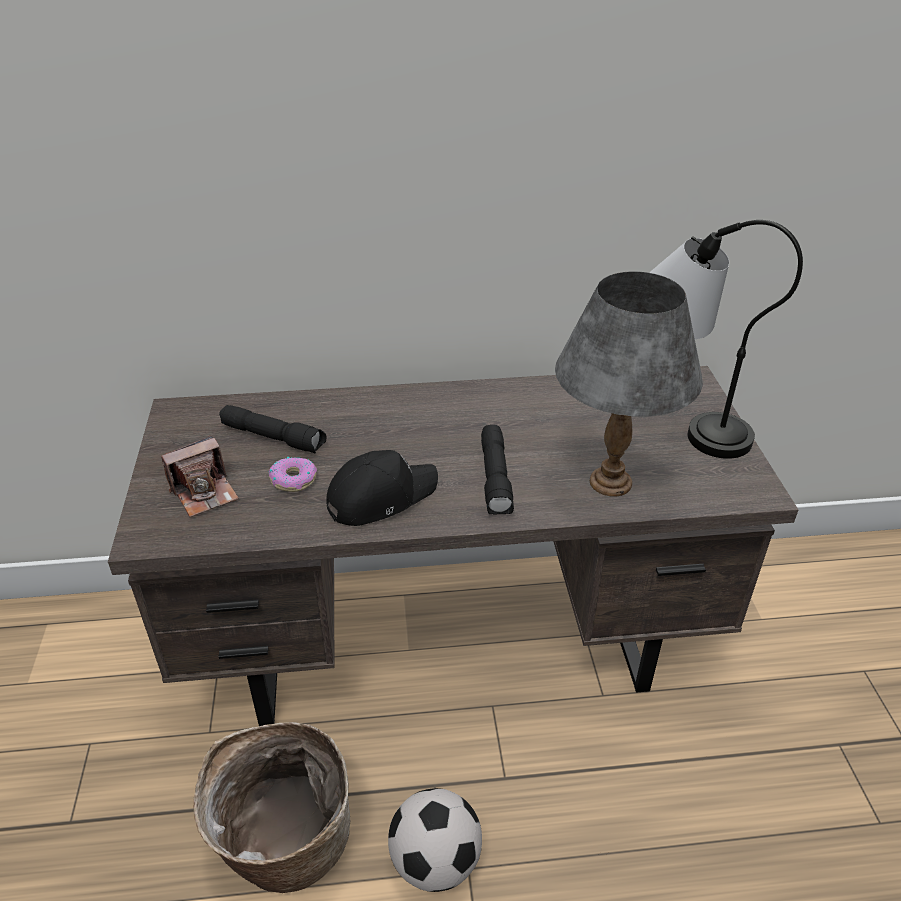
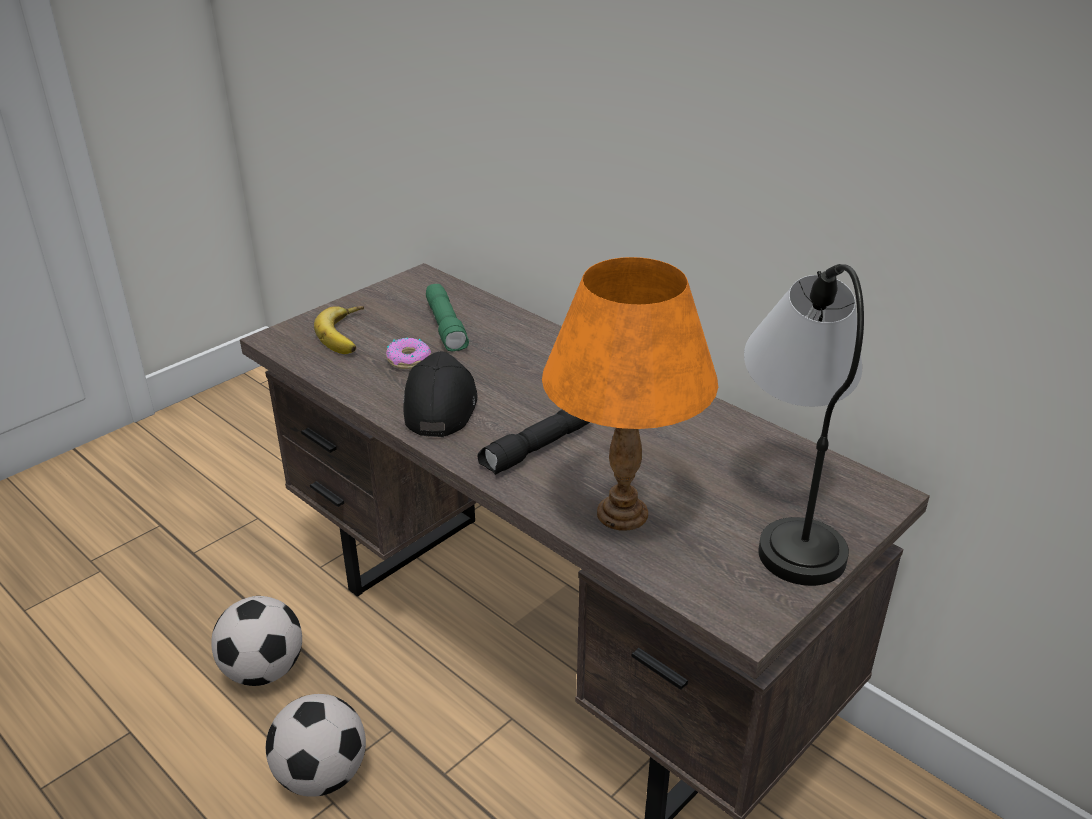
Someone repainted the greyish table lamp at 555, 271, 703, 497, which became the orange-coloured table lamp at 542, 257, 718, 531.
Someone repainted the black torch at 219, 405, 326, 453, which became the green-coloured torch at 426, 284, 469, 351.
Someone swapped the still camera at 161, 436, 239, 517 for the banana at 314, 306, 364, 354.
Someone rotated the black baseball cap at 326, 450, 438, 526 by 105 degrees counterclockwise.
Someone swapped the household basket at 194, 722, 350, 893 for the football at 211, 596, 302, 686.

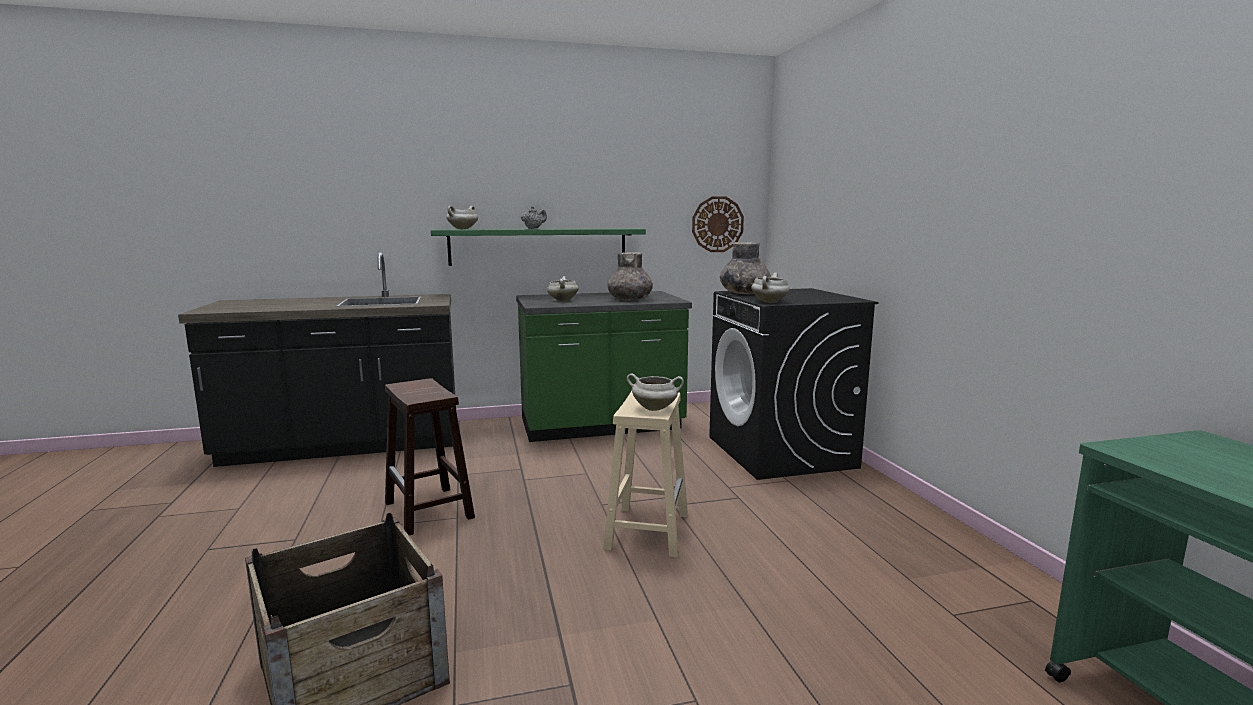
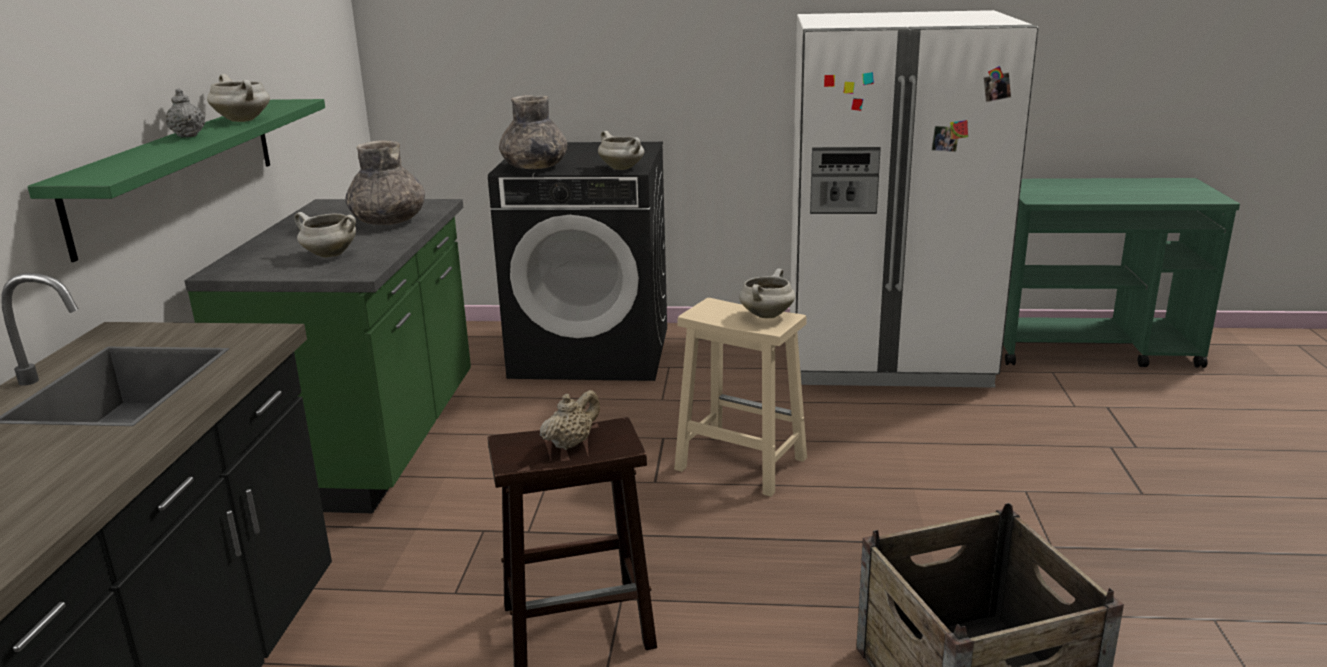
Someone took away the wall clock at 692, 196, 744, 252.
Someone carried the whitish saucepot from 446, 206, 478, 229 to 207, 74, 270, 122.
Someone put down the whitish kitchen fridge at 790, 10, 1039, 388.
Someone put down the beige tea pot at 540, 390, 600, 450.

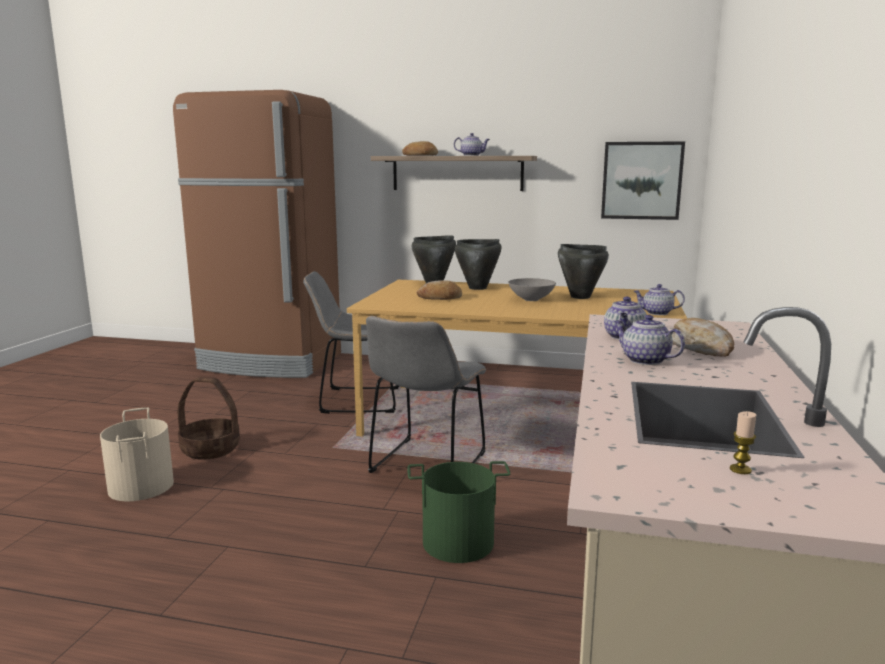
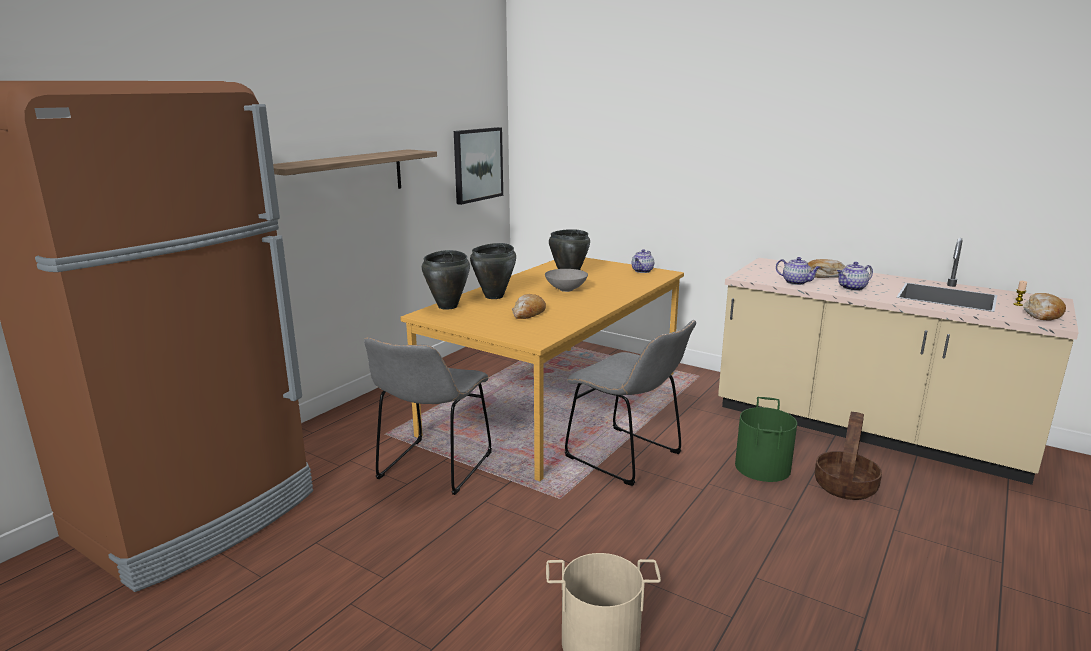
Someone took away the tea pot at 454, 133, 490, 156.
Someone carried the bread from 402, 141, 438, 156 to 1023, 293, 1066, 320.
Someone carried the household basket from 177, 377, 240, 460 to 815, 412, 882, 500.

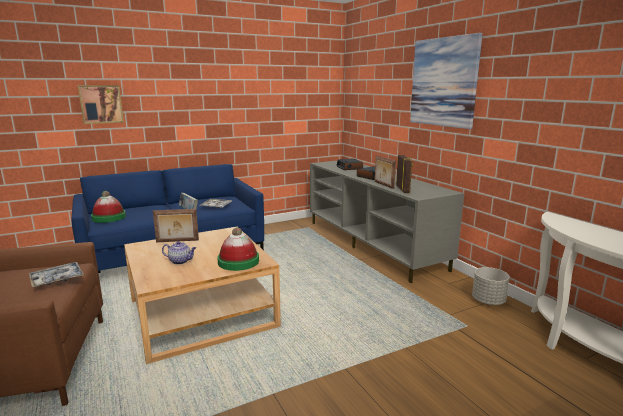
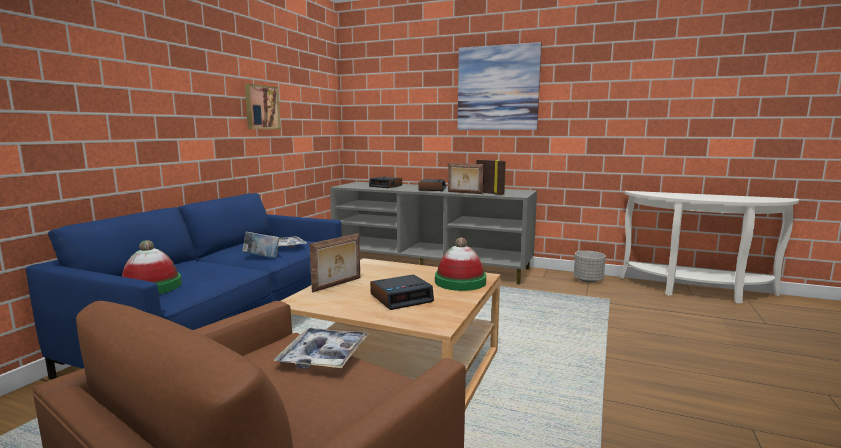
Someone carried the wall art from 78, 85, 124, 124 to 245, 84, 281, 129.
Someone swapped the tea pot at 162, 241, 196, 265 for the bedside clock at 370, 275, 434, 310.

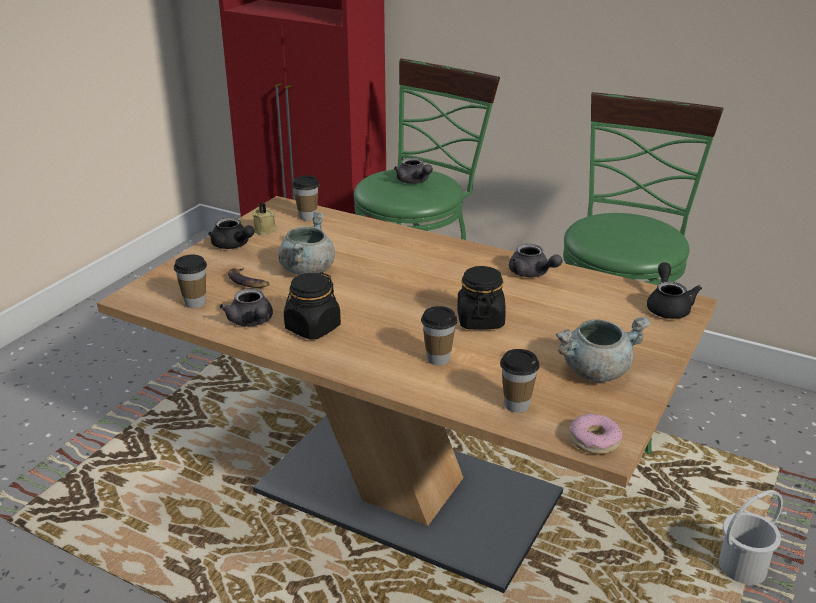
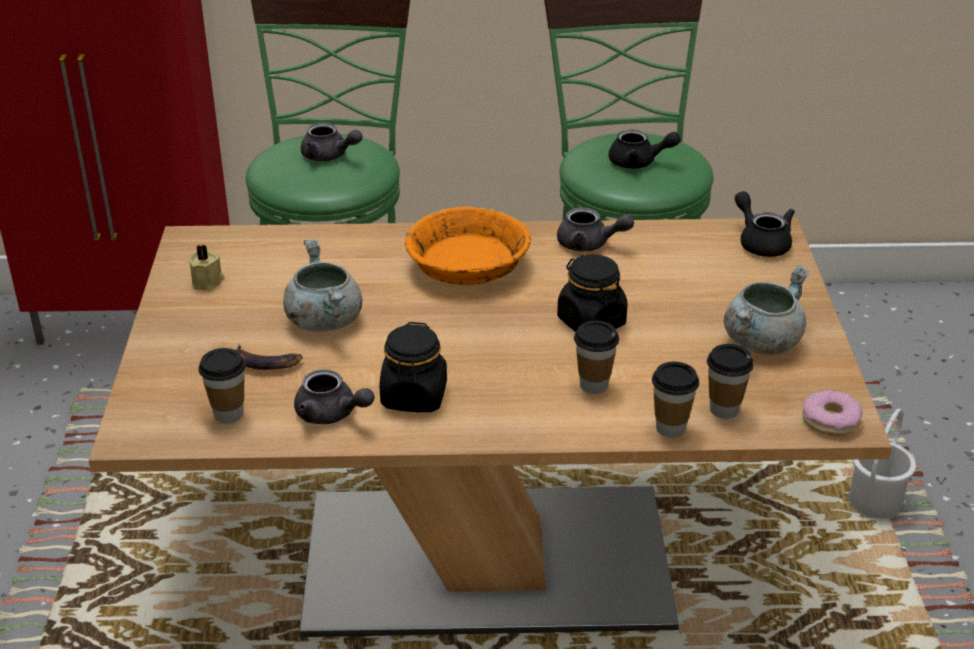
Someone carried the drinking cup from 292, 176, 319, 221 to 652, 362, 699, 438.
Someone carried the black tea pot from 208, 218, 255, 249 to 609, 130, 681, 169.
Someone put down the orange-coloured deep dish at 405, 207, 531, 285.

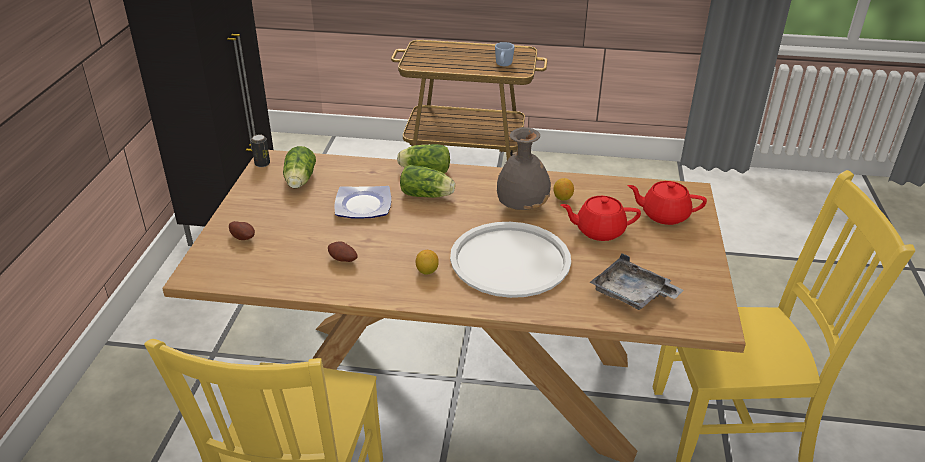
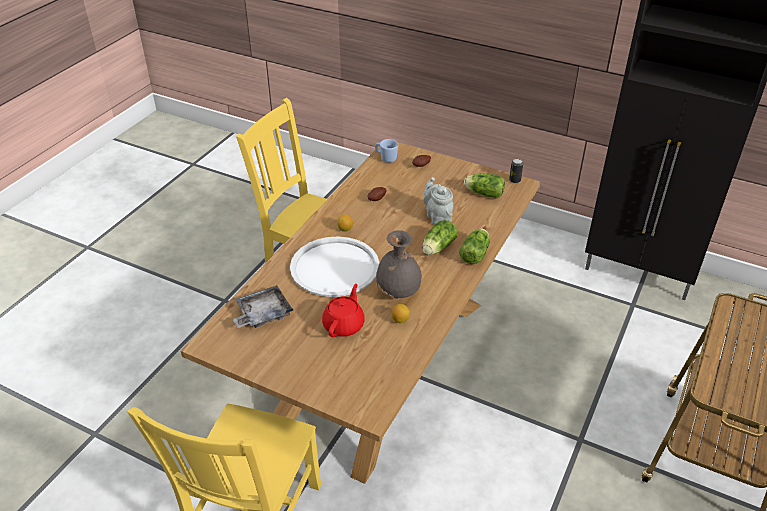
Someone carried the blue-coloured coffee mug from 495, 42, 515, 66 to 375, 139, 398, 163.
Someone took away the red-coloured tea pot at 627, 181, 707, 225.
Someone swapped the flat dish at 334, 186, 391, 218 for the greyish tea pot at 423, 177, 453, 225.

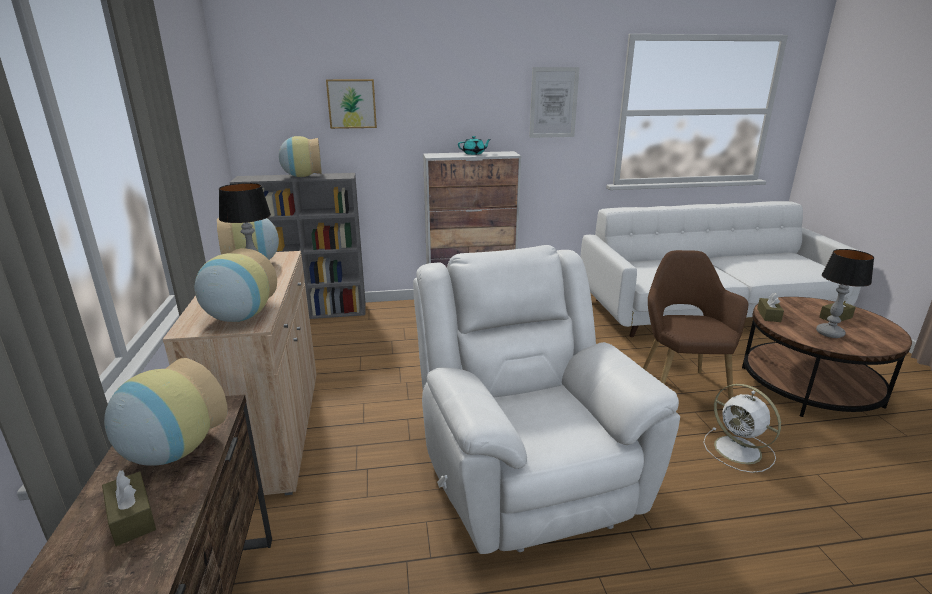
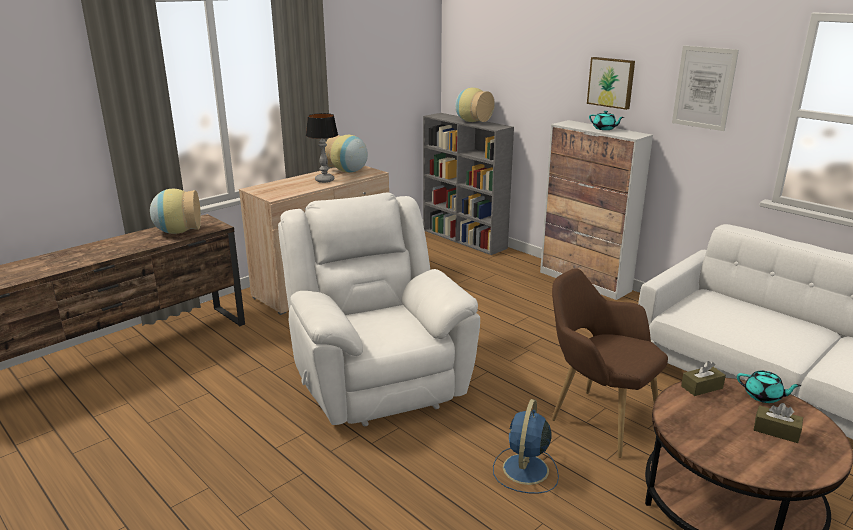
Someone carried the wall art from 326, 79, 377, 129 to 587, 57, 635, 110.
Someone rotated the whitish lounge chair at 413, 245, 680, 554 by 60 degrees counterclockwise.
Someone took away the vase at 195, 248, 277, 322.
Someone took away the table lamp at 816, 249, 874, 338.
Someone rotated the brown-coloured lounge chair at 643, 250, 748, 400 by 105 degrees counterclockwise.
Someone repainted the whitish electric fan at 703, 384, 781, 473, which became the blue-coloured electric fan at 493, 399, 559, 494.
Someone took away the brown-coloured tissue holder at 102, 470, 156, 546.
Someone put down the turquoise-coloured tea pot at 737, 371, 802, 403.

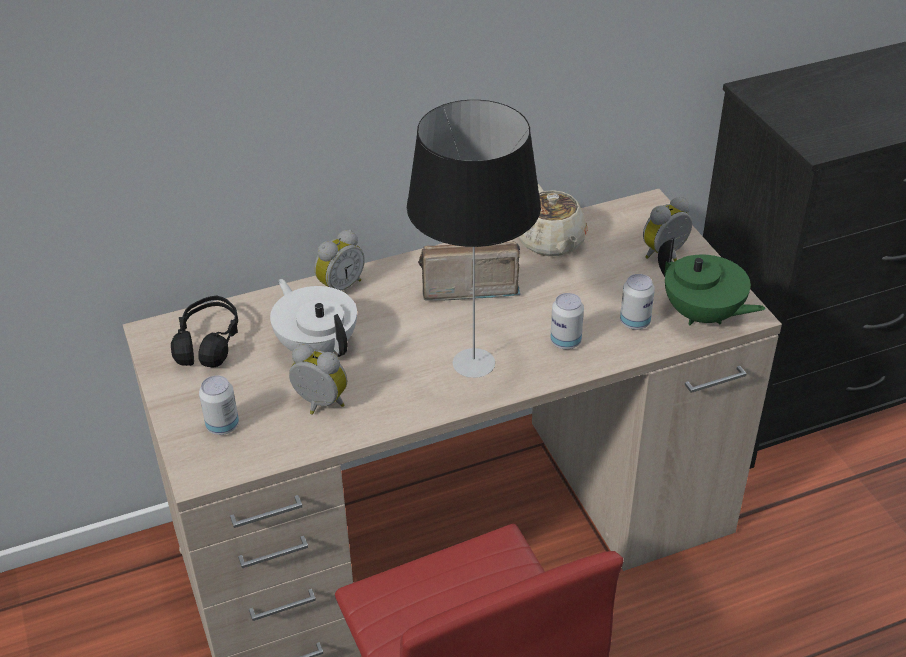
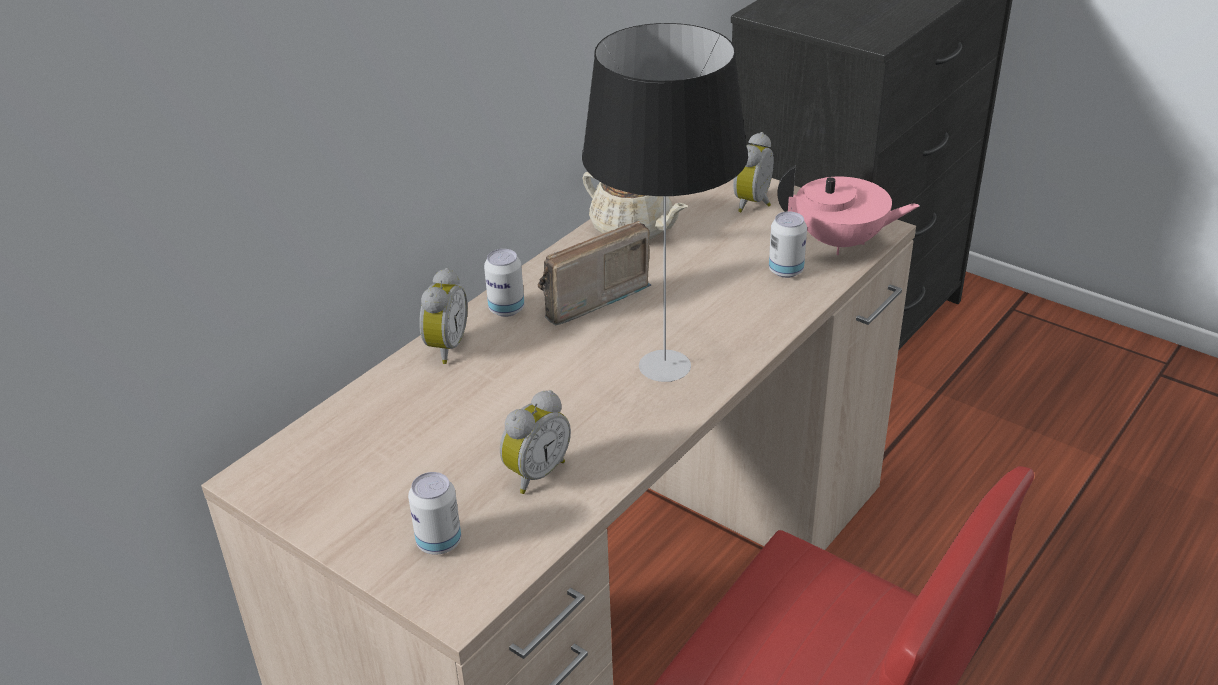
Someone repainted the green-coloured tea pot at 658, 238, 766, 325, which became the pink-coloured tea pot at 777, 165, 920, 255.
Someone took away the whitish tea pot at 270, 279, 357, 357.
Someone carried the sealed can from 550, 293, 584, 349 to 484, 249, 524, 317.
Someone took away the black headphones at 171, 296, 238, 368.
Someone rotated the bedside clock at 289, 344, 347, 415 by 135 degrees clockwise.

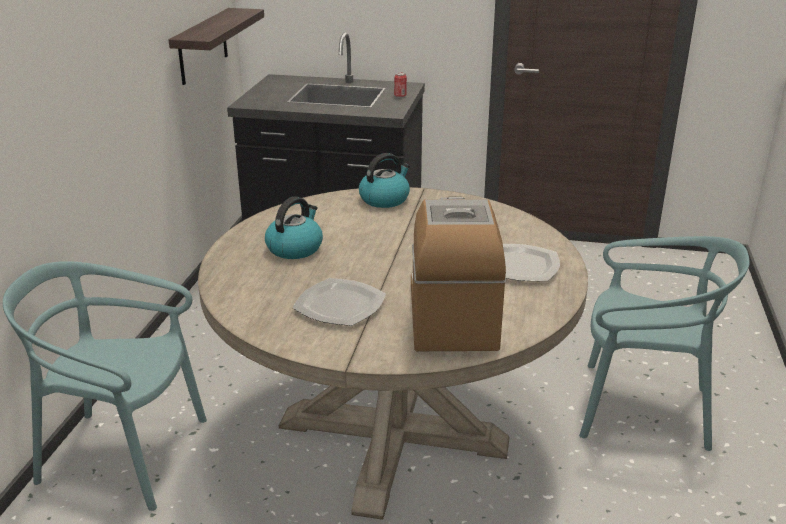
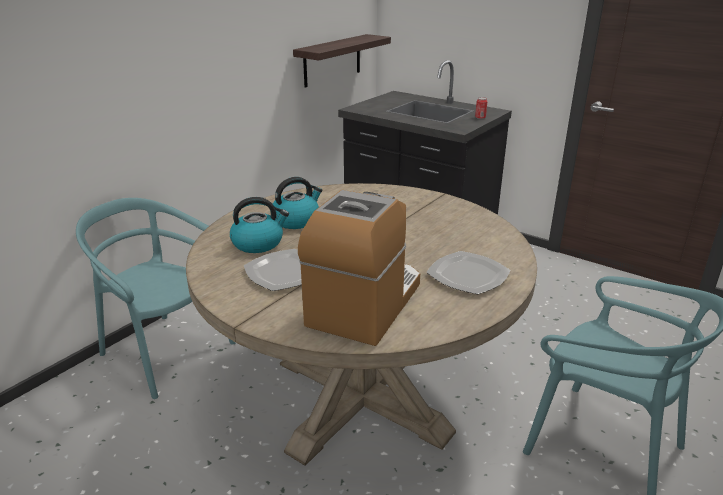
Someone carried the kettle from 359, 153, 410, 208 to 230, 197, 289, 253.

